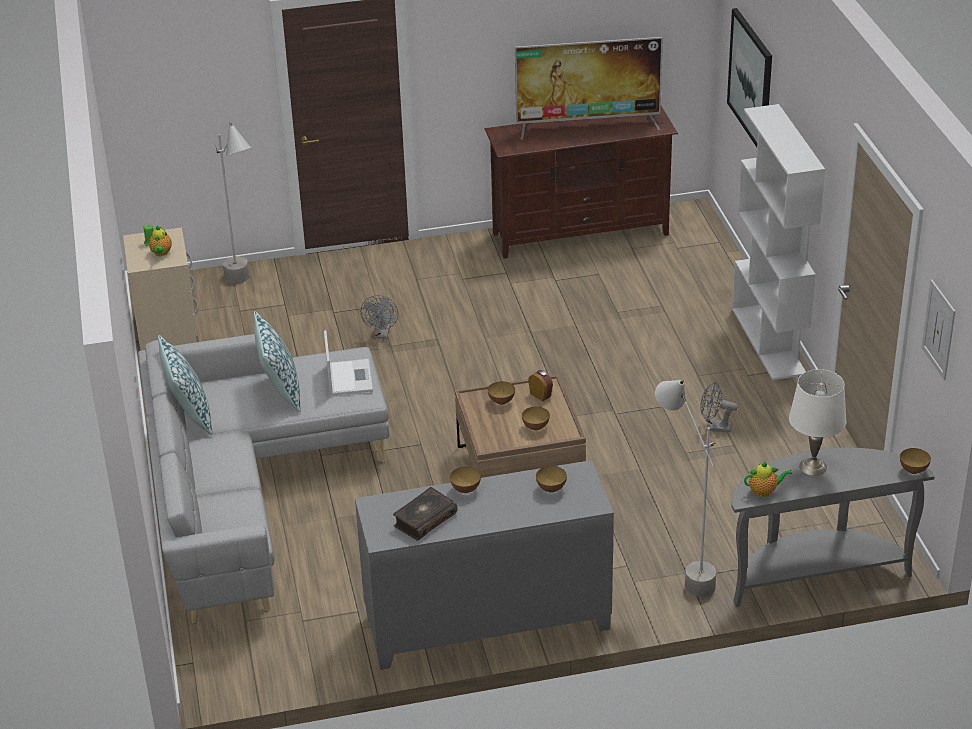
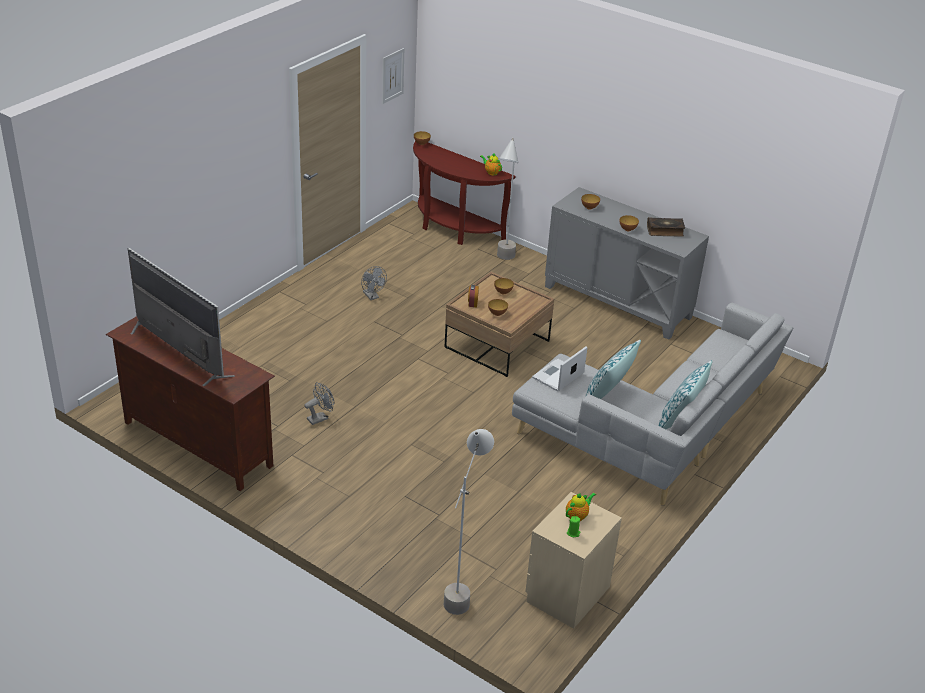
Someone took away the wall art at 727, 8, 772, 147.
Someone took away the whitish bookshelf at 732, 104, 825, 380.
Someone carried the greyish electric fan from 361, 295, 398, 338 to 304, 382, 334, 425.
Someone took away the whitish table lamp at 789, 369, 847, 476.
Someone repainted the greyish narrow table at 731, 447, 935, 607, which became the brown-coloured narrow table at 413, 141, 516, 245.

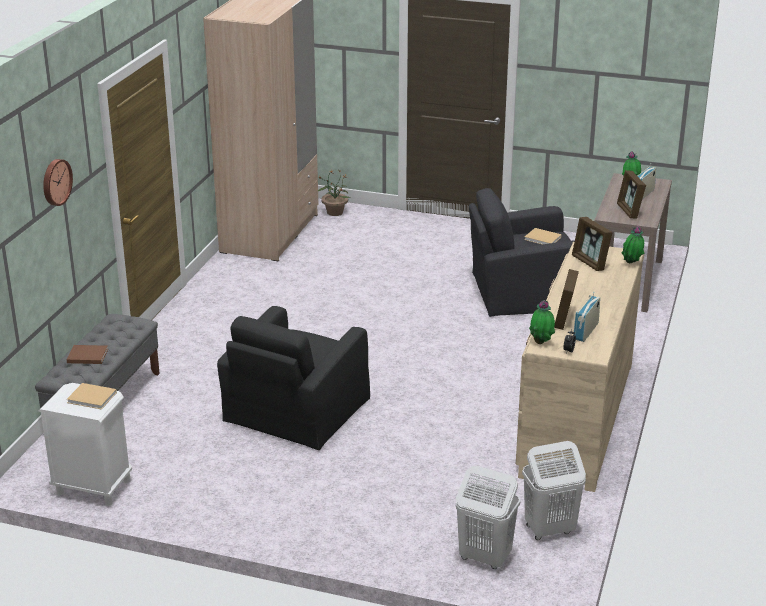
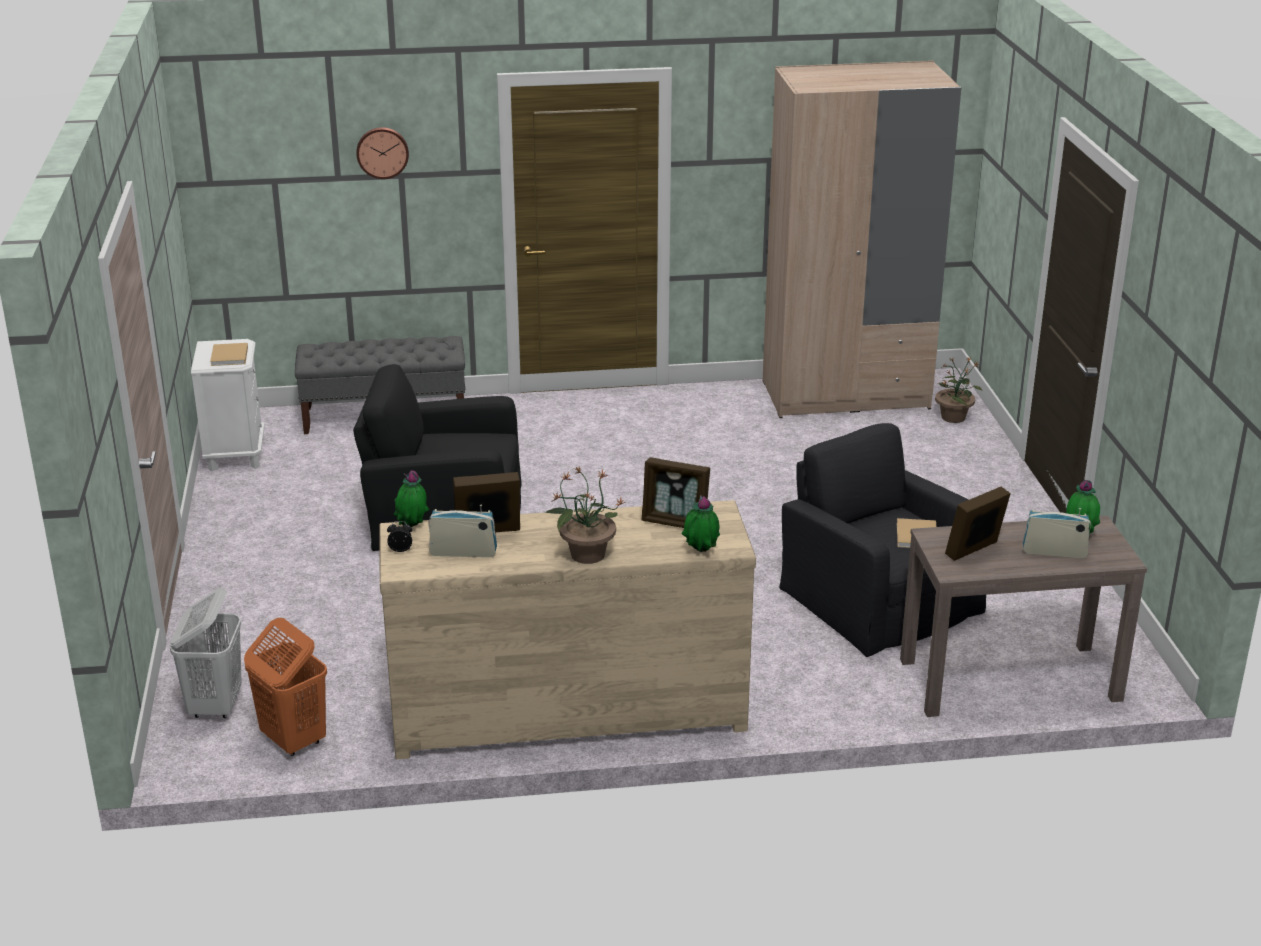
Someone rotated the photo frame at 572, 217, 613, 271 by 105 degrees counterclockwise.
Someone took away the brown-coloured bound book at 66, 345, 108, 364.
Someone repainted the whitish hamper at 522, 441, 586, 540, which became the orange-coloured hamper at 244, 618, 327, 756.
Someone put down the houseplant at 545, 467, 625, 564.

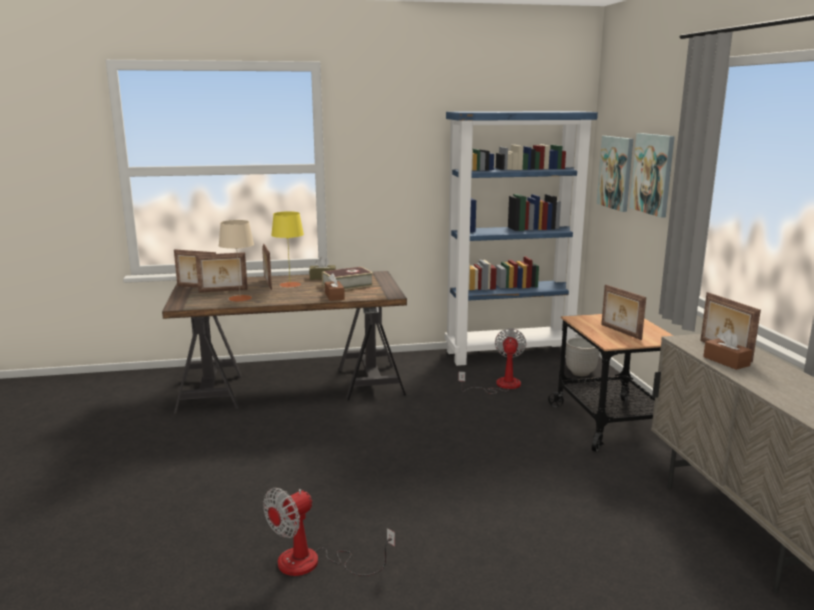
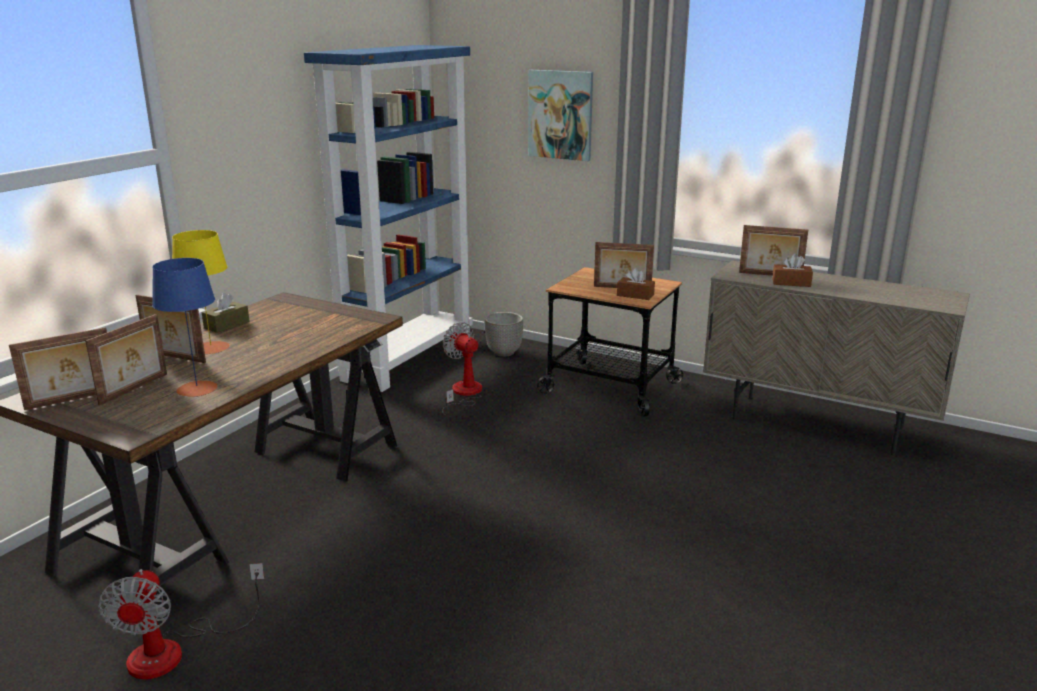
Someone took away the wall art at 597, 136, 633, 212.
Someone repainted the beige table lamp at 219, 220, 254, 302, which became the blue-coloured table lamp at 152, 258, 217, 397.
Someone took away the bound book at 322, 267, 373, 290.
Someone carried the brown-coloured tissue holder from 325, 273, 345, 301 to 617, 268, 655, 300.
Someone carried the electric fan from 263, 488, 395, 576 to 98, 563, 264, 679.

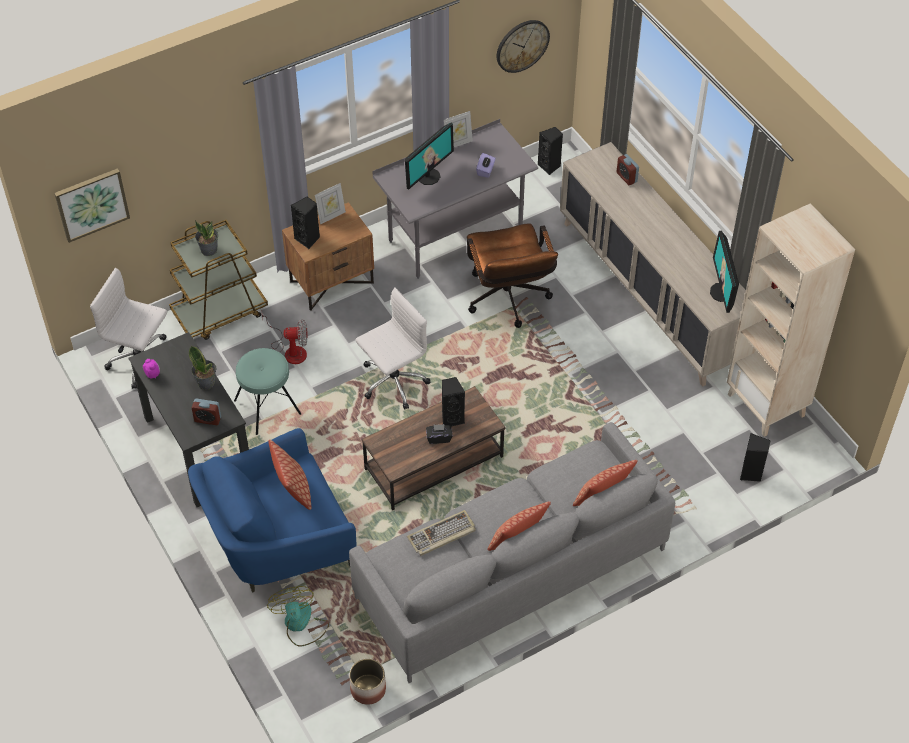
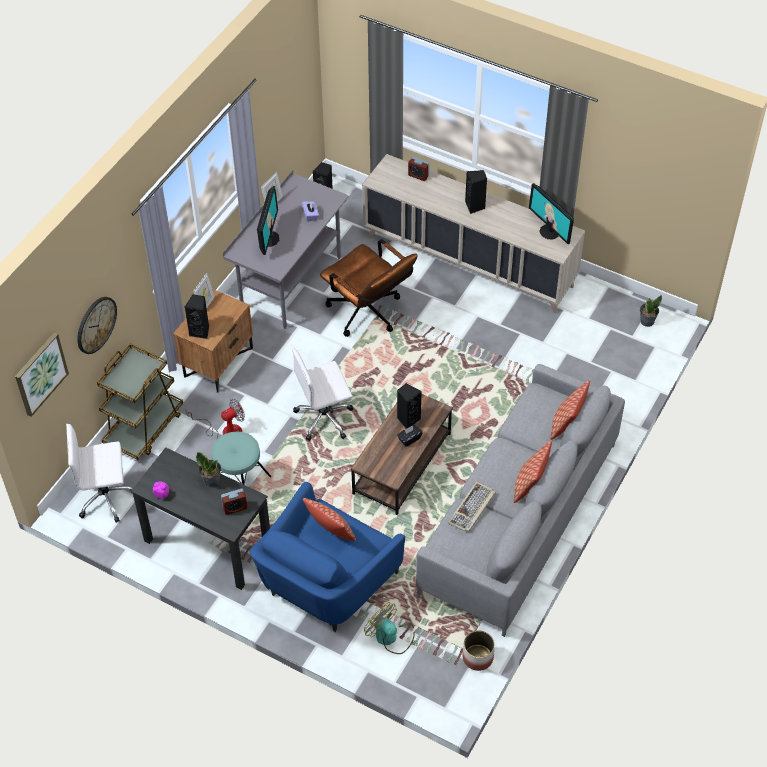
Someone carried the wall clock from 497, 20, 550, 73 to 77, 297, 117, 354.
Someone took away the beige bookshelf at 727, 203, 855, 437.
Someone carried the houseplant from 195, 220, 218, 256 to 640, 295, 662, 327.
Someone rotated the whitish computer chair at 355, 288, 430, 409 by 135 degrees counterclockwise.
Someone carried the black loudspeaker from 740, 433, 771, 482 to 465, 170, 487, 214.

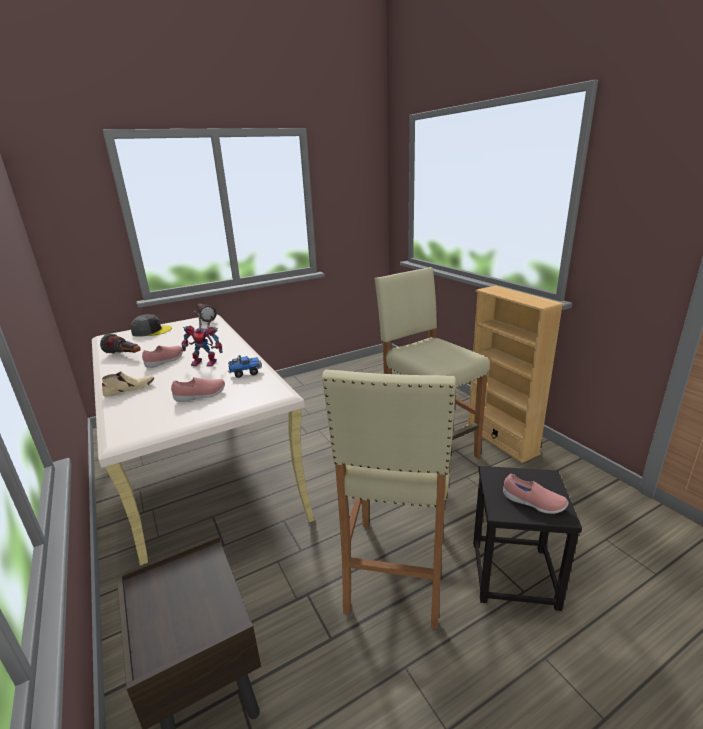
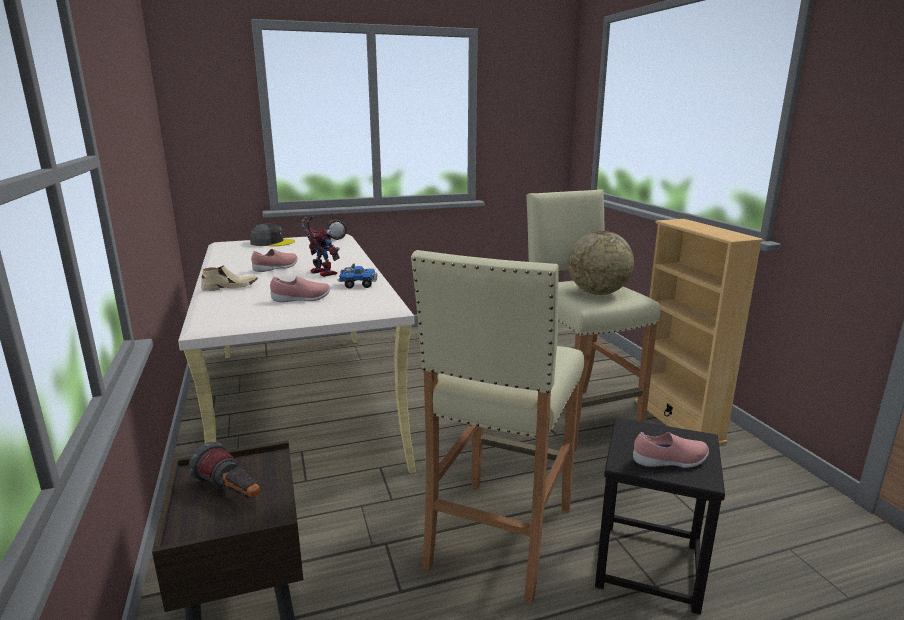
Someone rotated the toy robot at 181, 311, 223, 367 by 150 degrees counterclockwise.
Someone carried the torch from 100, 334, 141, 354 to 189, 442, 260, 498.
Someone rotated the pink-coloured item of footwear at 503, 474, 569, 514 by 45 degrees counterclockwise.
Someone put down the globe at 568, 231, 634, 295.

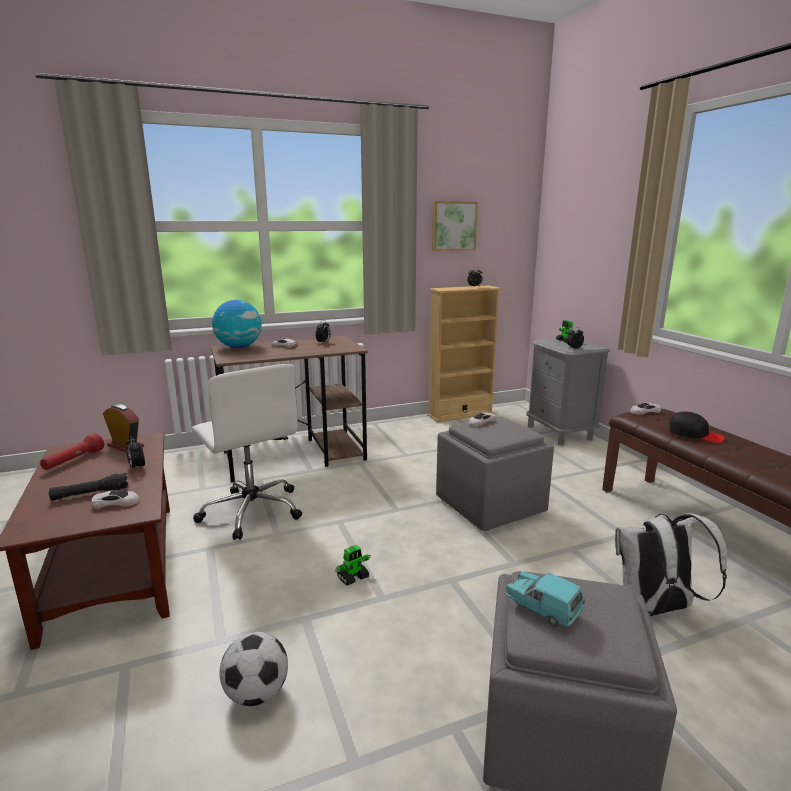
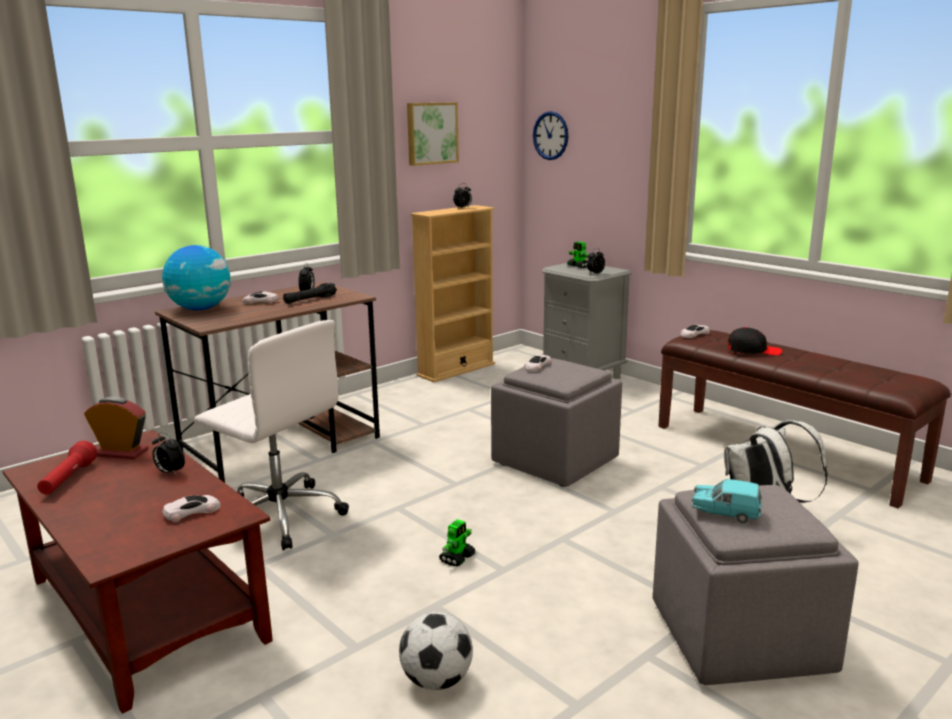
Someone carried the black torch from 49, 473, 128, 501 to 283, 283, 337, 304.
Someone put up the wall clock at 533, 111, 569, 160.

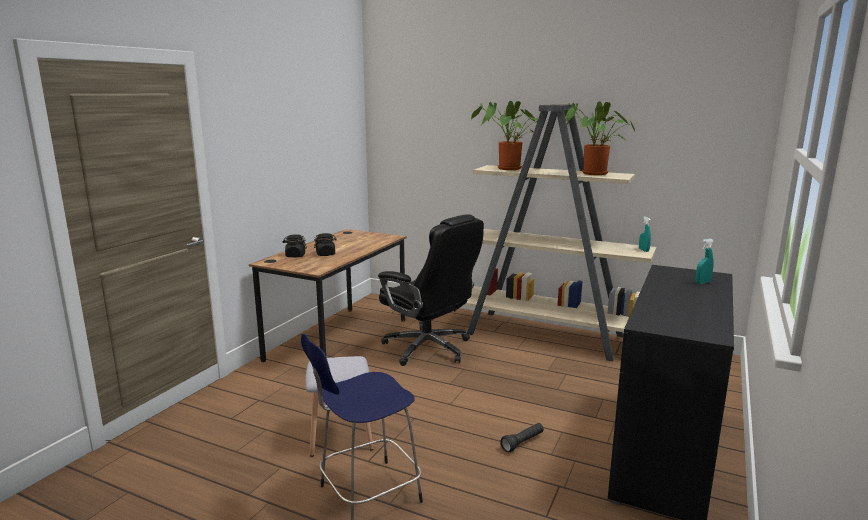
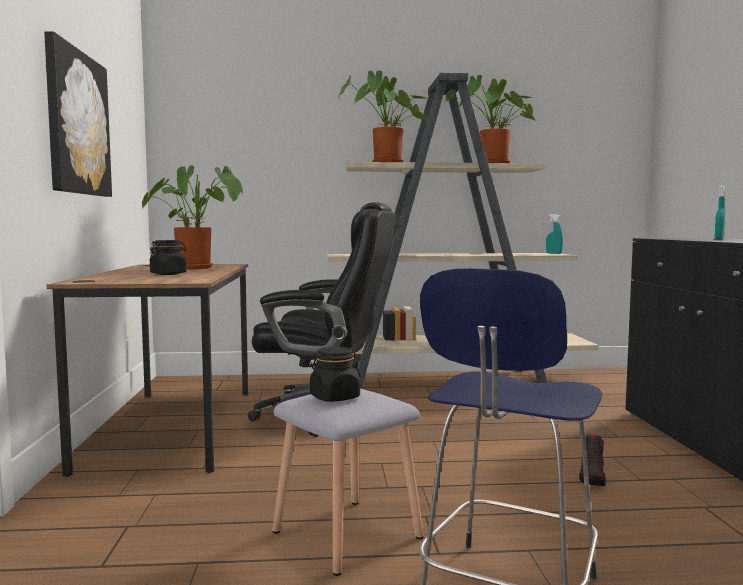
Someone carried the black jar from 283, 234, 307, 258 to 308, 347, 360, 402.
Someone swapped the black torch at 500, 423, 544, 452 for the item of footwear at 579, 435, 606, 486.
Someone put up the wall art at 44, 31, 112, 197.
Someone put down the houseplant at 142, 165, 243, 269.

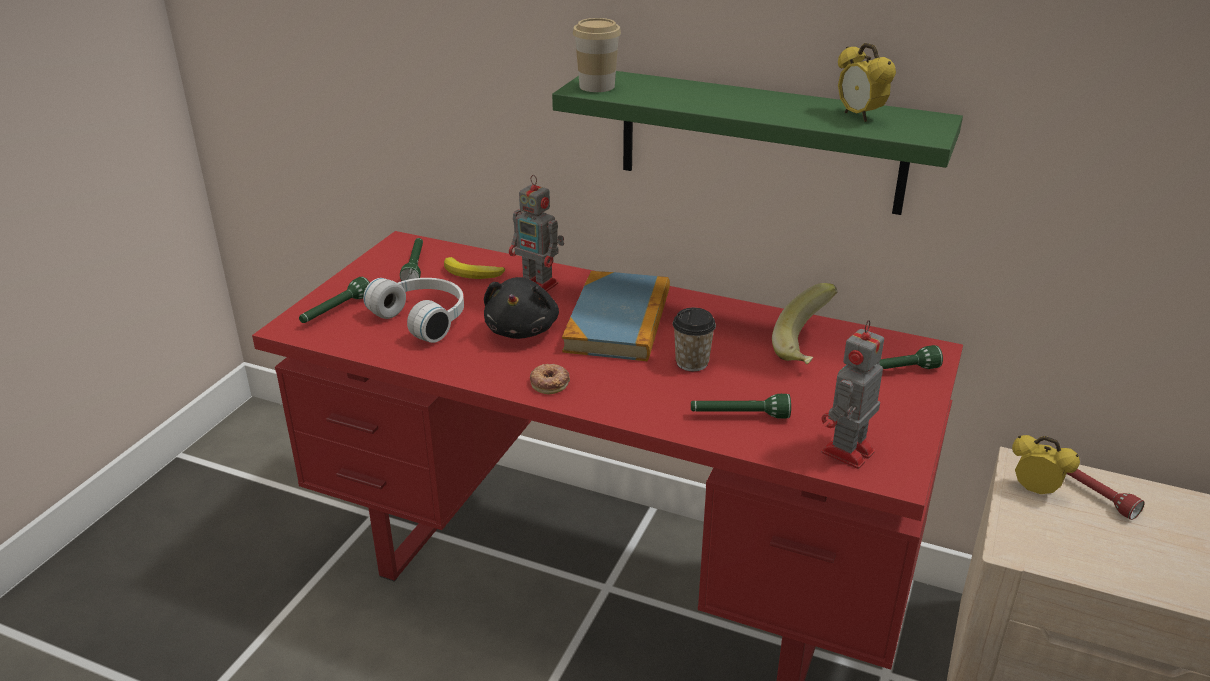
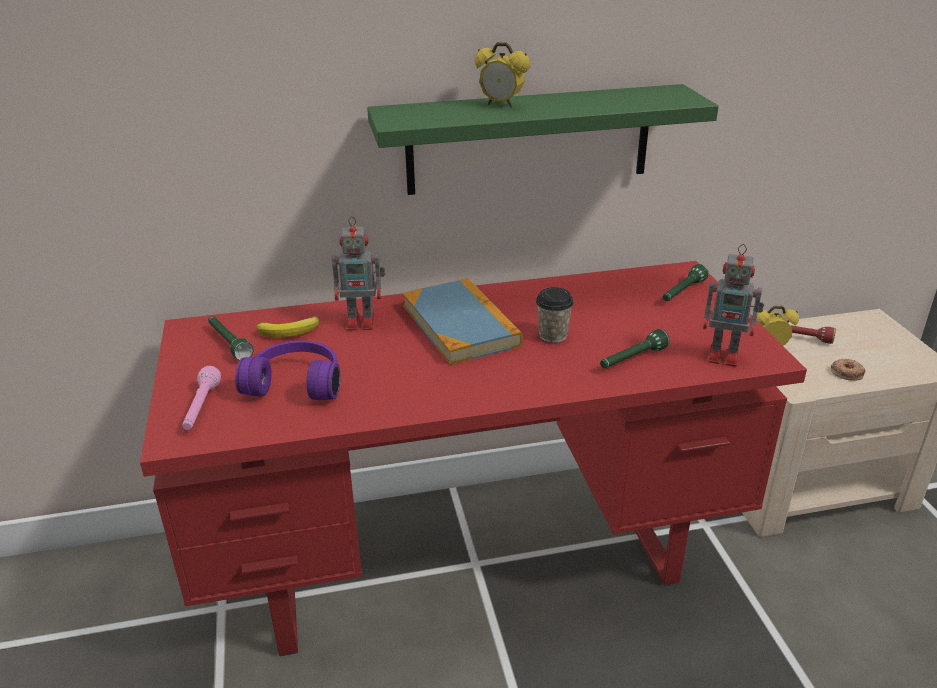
Someone took away the drinking cup at 573, 18, 621, 92.
Someone carried the bedside clock from 838, 43, 896, 122 to 475, 42, 530, 107.
Someone repainted the green-coloured torch at 299, 277, 370, 323, which became the pink-coloured torch at 182, 366, 221, 430.
Someone took away the black cuddly toy at 484, 277, 559, 339.
Someone repainted the whitish headphones at 363, 278, 464, 343, which became the purple-coloured headphones at 235, 341, 340, 400.
Someone took away the banana at 772, 283, 838, 364.
Someone rotated the toy robot at 821, 320, 884, 469 by 75 degrees counterclockwise.
Someone carried the donut from 530, 364, 570, 394 to 831, 359, 866, 381.

